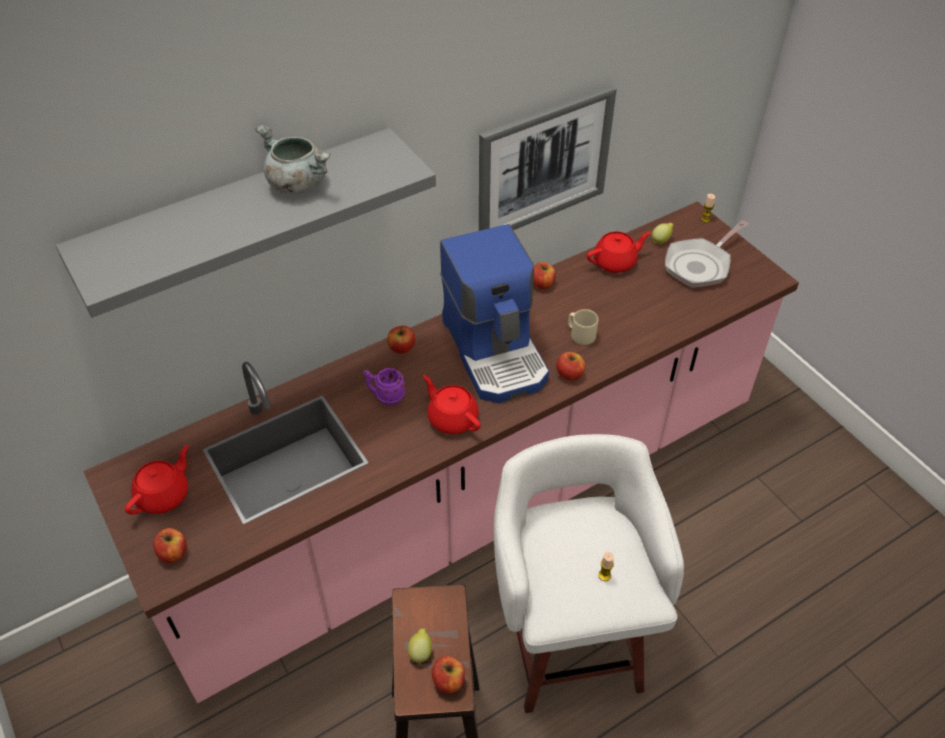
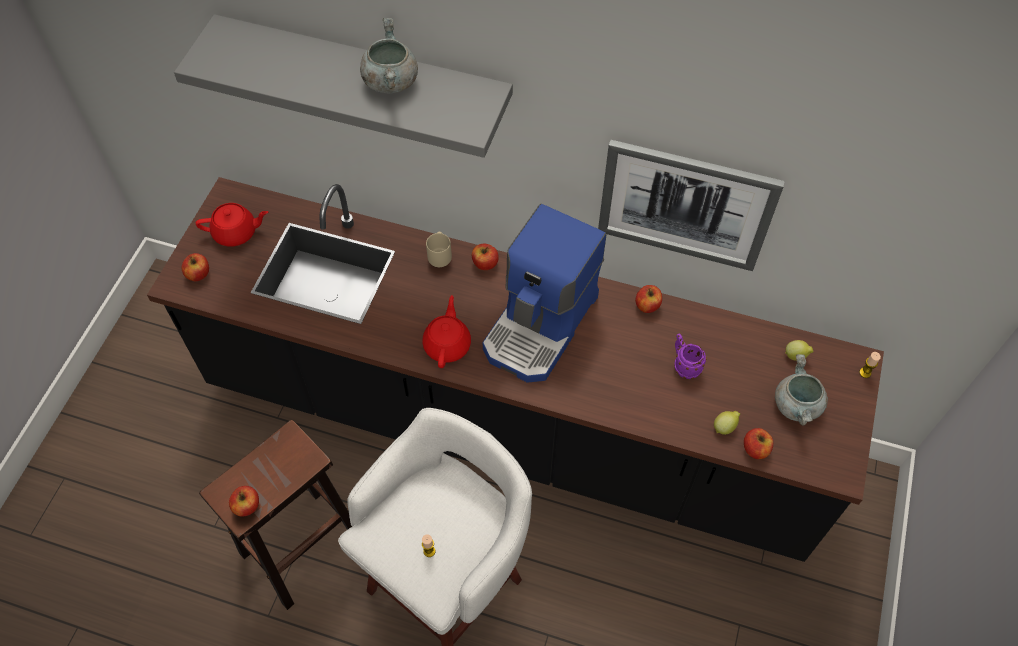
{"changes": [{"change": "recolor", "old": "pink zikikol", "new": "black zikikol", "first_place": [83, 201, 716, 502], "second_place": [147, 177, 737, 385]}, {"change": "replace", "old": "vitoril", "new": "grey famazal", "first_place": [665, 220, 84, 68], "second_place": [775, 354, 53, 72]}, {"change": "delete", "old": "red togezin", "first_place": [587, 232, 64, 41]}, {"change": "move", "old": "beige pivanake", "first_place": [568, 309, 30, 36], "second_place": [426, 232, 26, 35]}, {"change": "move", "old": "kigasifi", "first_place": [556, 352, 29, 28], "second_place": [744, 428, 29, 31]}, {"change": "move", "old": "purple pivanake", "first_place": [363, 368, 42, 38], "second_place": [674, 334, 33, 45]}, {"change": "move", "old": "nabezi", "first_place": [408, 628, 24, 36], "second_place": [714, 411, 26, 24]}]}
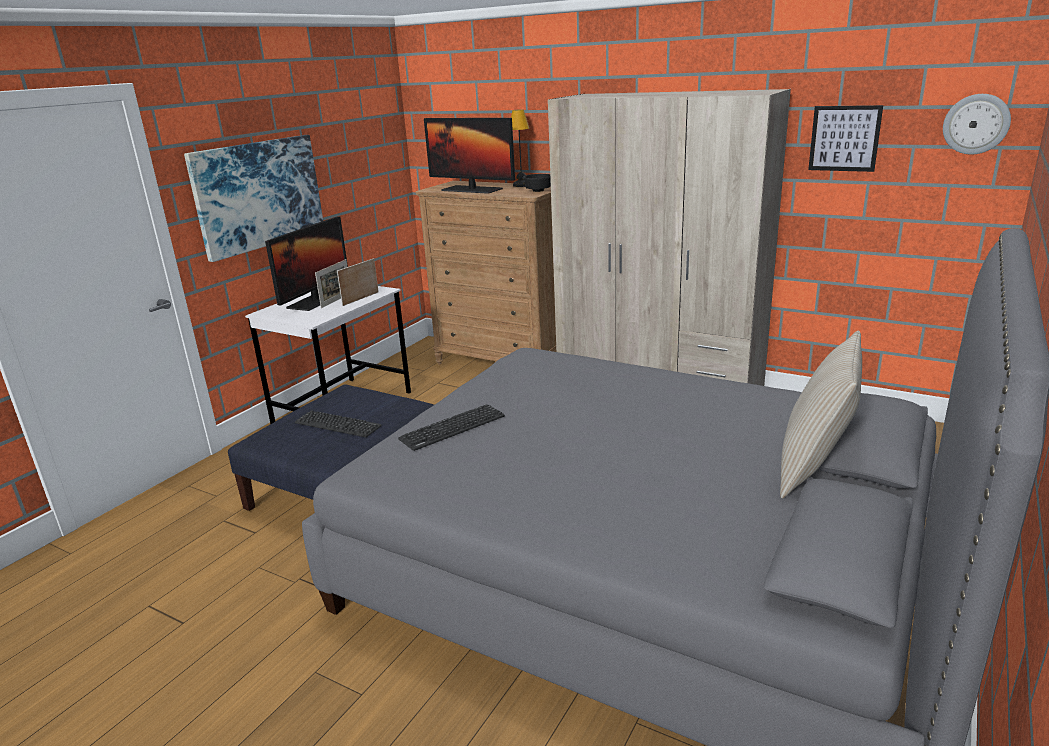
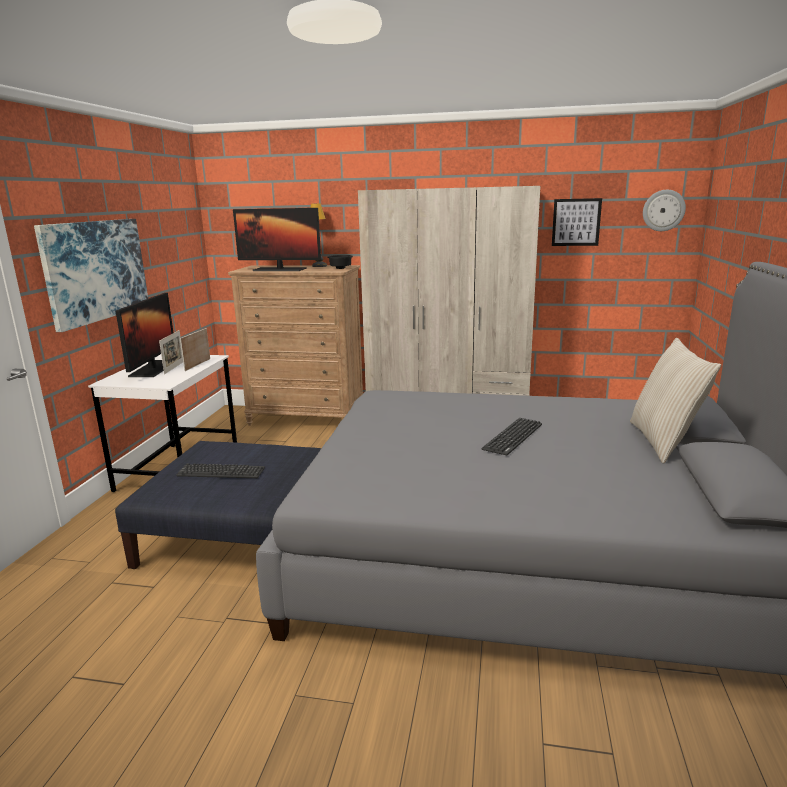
{"changes": [{"change": "move", "old": "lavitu", "first_place": [398, 404, 107, 47], "second_place": [482, 418, 60, 37]}]}
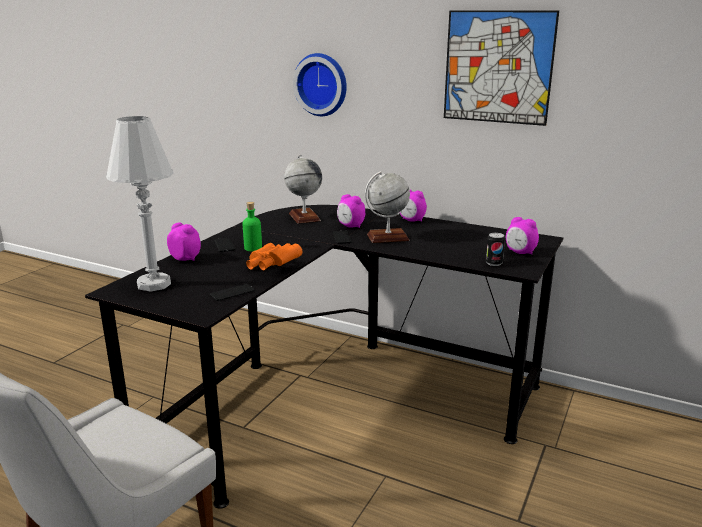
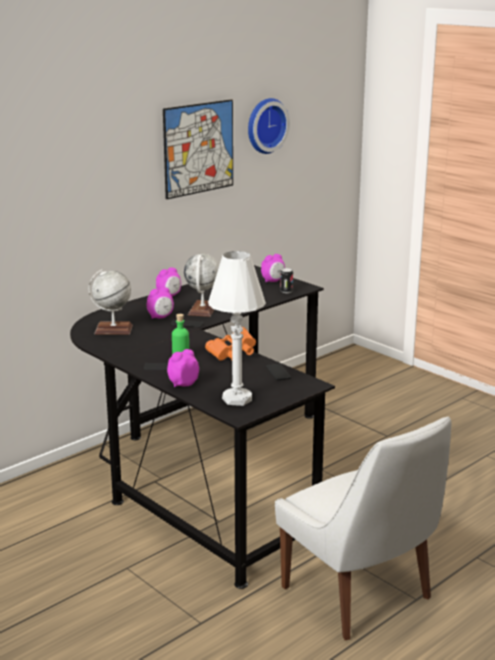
{"changes": [{"change": "move", "old": "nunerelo", "first_place": [293, 53, 54, 63], "second_place": [248, 98, 42, 56]}]}
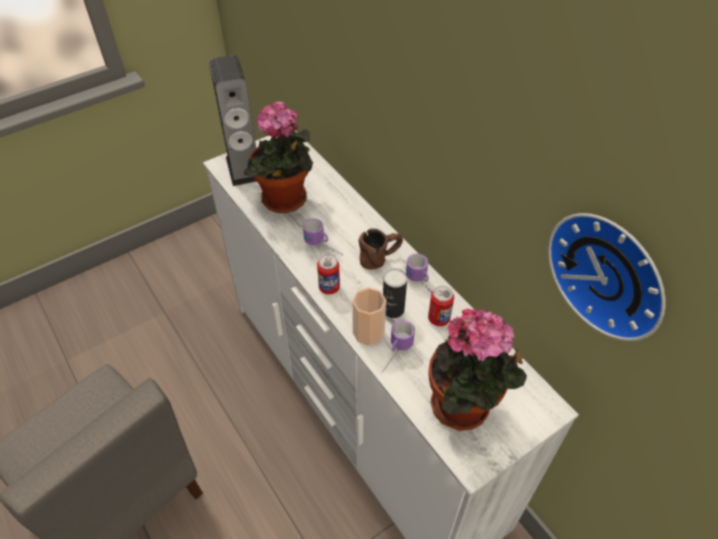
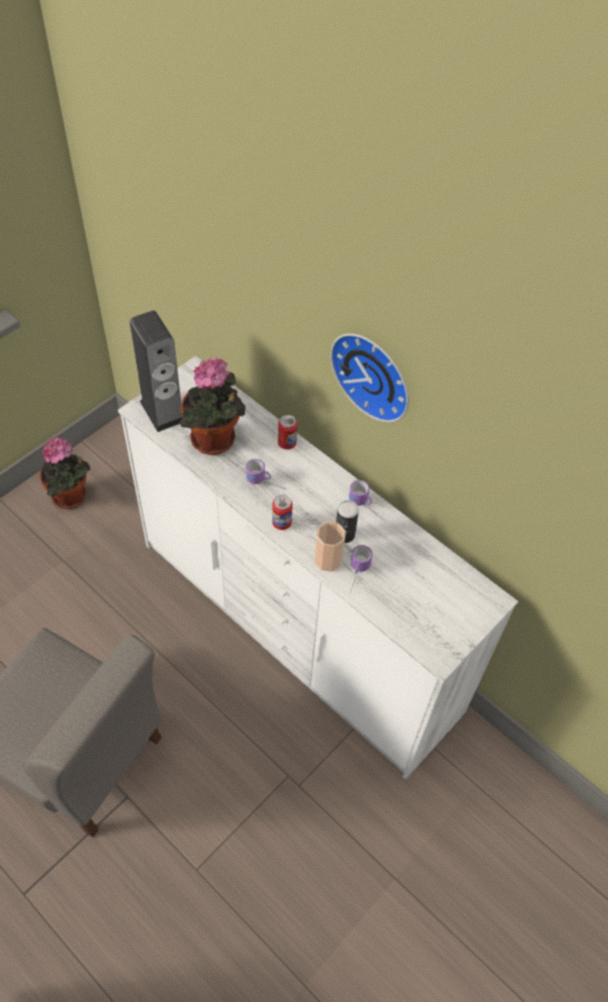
{"changes": [{"change": "move", "old": "nunerelo", "first_place": [548, 213, 118, 128], "second_place": [330, 333, 79, 90]}, {"change": "delete", "old": "brown pivanake", "first_place": [358, 228, 45, 42]}, {"change": "move", "old": "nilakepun", "first_place": [428, 286, 26, 40], "second_place": [278, 415, 19, 34]}, {"change": "move", "old": "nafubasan", "first_place": [428, 308, 99, 123], "second_place": [39, 437, 51, 72]}]}
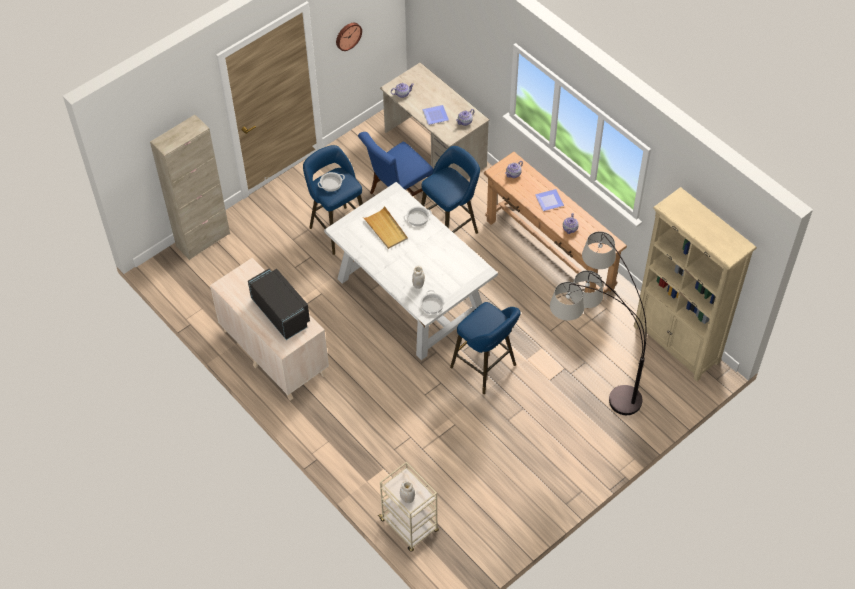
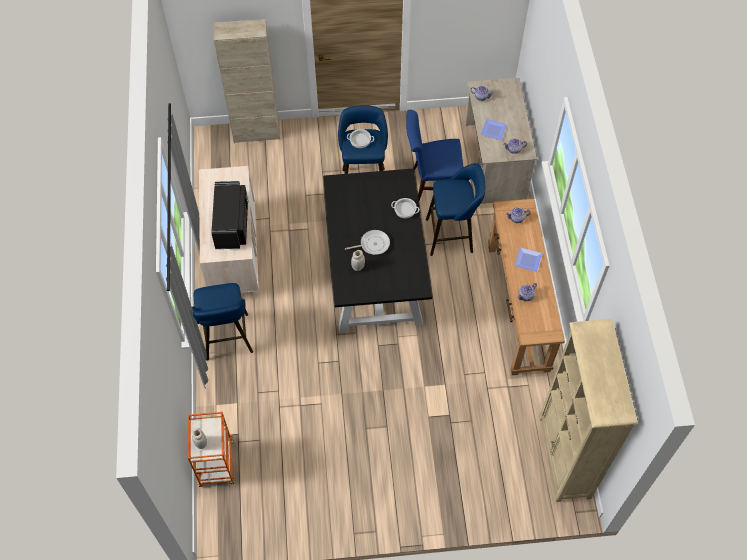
{"changes": [{"change": "delete", "old": "nunerelo", "first_place": [336, 23, 26, 28]}, {"change": "recolor", "old": "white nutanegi", "new": "black nutanegi", "first_place": [324, 182, 174, 178], "second_place": [323, 168, 109, 164]}, {"change": "delete", "old": "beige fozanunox", "first_place": [364, 206, 44, 43]}, {"change": "delete", "old": "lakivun", "first_place": [550, 231, 97, 184]}, {"change": "delete", "old": "famazal", "first_place": [420, 290, 24, 25]}, {"change": "move", "old": "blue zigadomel", "first_place": [450, 302, 71, 92], "second_place": [192, 283, 61, 77]}, {"change": "recolor", "old": "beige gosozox", "new": "orange gosozox", "first_place": [378, 462, 61, 90], "second_place": [188, 412, 47, 75]}, {"change": "insert", "new": "vitoril", "second_place": [345, 230, 45, 25]}]}
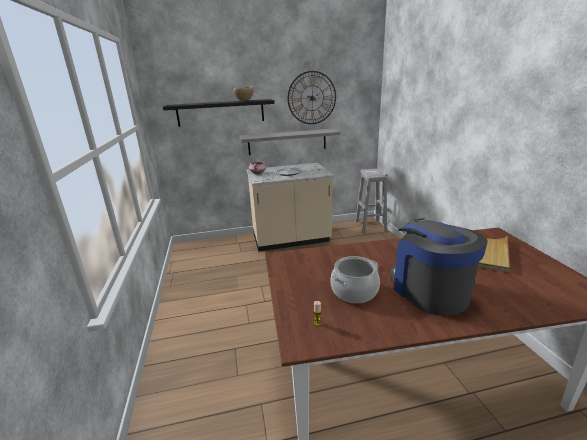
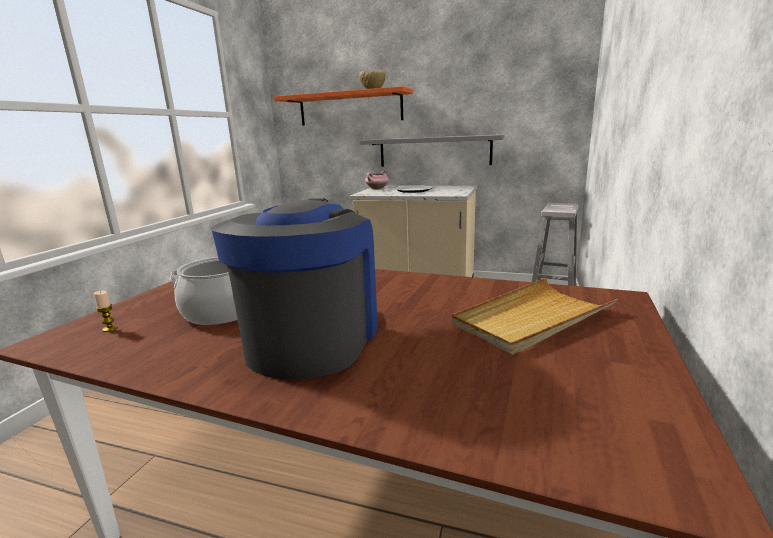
{"changes": [{"change": "delete", "old": "nunerelo", "first_place": [288, 71, 48, 53]}, {"change": "recolor", "old": "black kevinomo", "new": "orange kevinomo", "first_place": [163, 99, 112, 28], "second_place": [274, 86, 139, 39]}]}
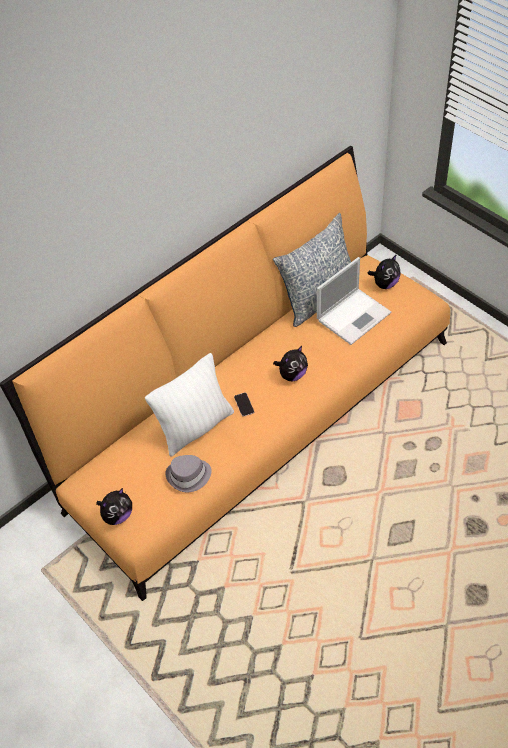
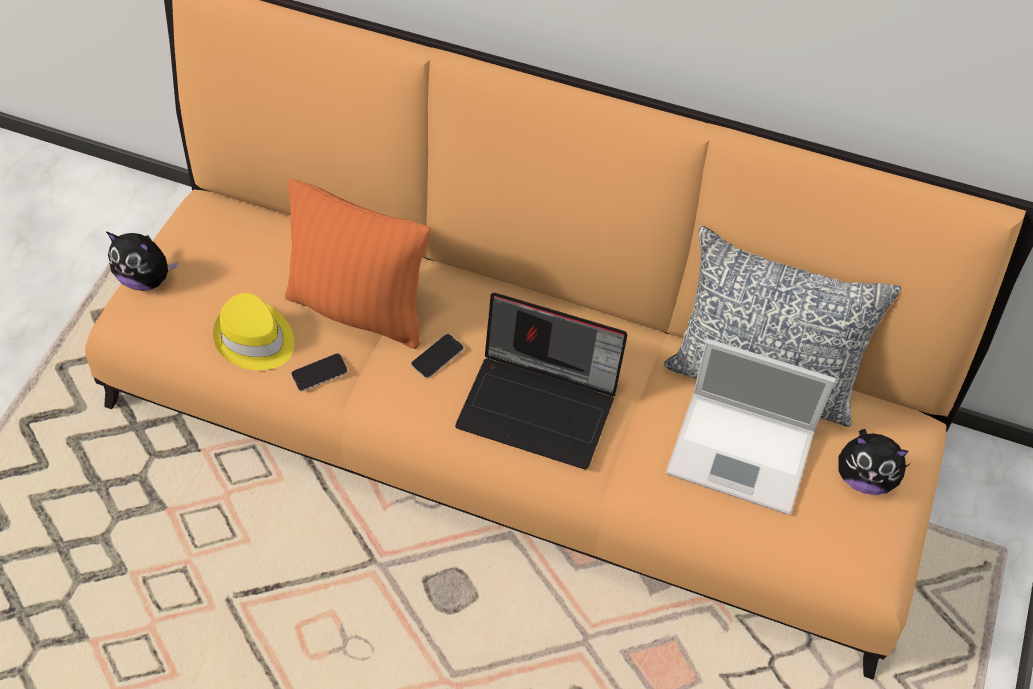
{"changes": [{"change": "replace", "old": "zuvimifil", "new": "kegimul", "first_place": [273, 346, 35, 35], "second_place": [455, 293, 172, 176]}, {"change": "recolor", "old": "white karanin", "new": "orange karanin", "first_place": [145, 353, 89, 104], "second_place": [285, 178, 145, 171]}, {"change": "recolor", "old": "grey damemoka", "new": "yellow damemoka", "first_place": [165, 455, 47, 37], "second_place": [213, 293, 82, 77]}, {"change": "insert", "new": "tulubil", "second_place": [291, 353, 57, 39]}]}
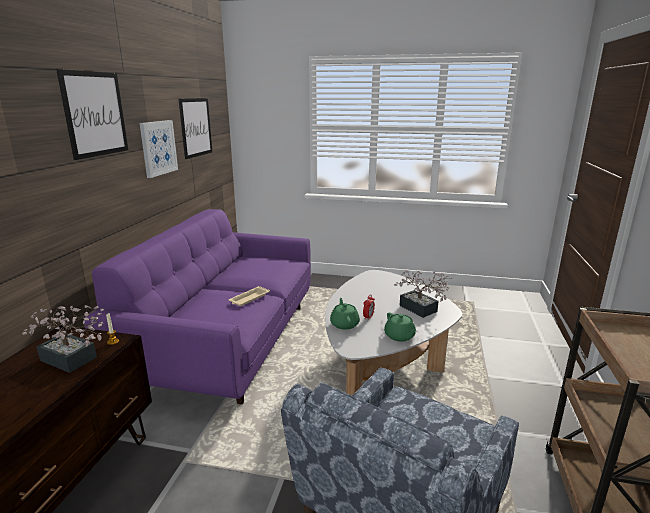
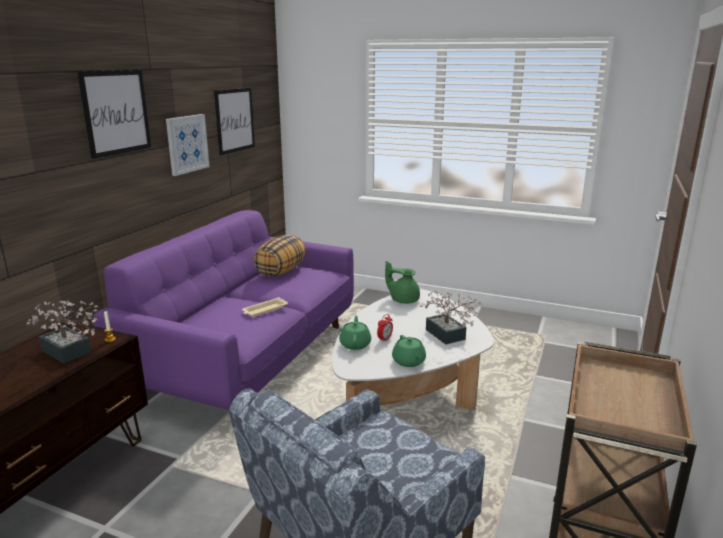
{"changes": [{"change": "insert", "new": "karanin", "second_place": [254, 235, 52, 41]}, {"change": "insert", "new": "green togezin", "second_place": [385, 261, 35, 43]}]}
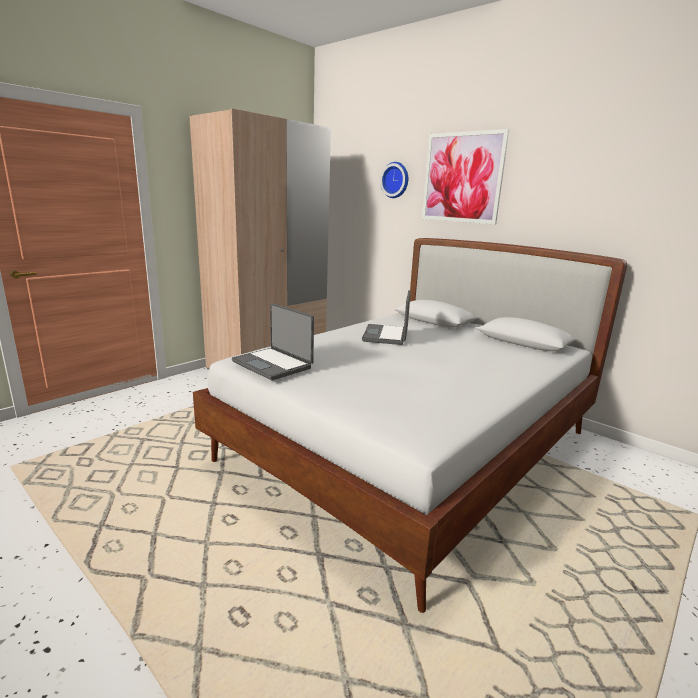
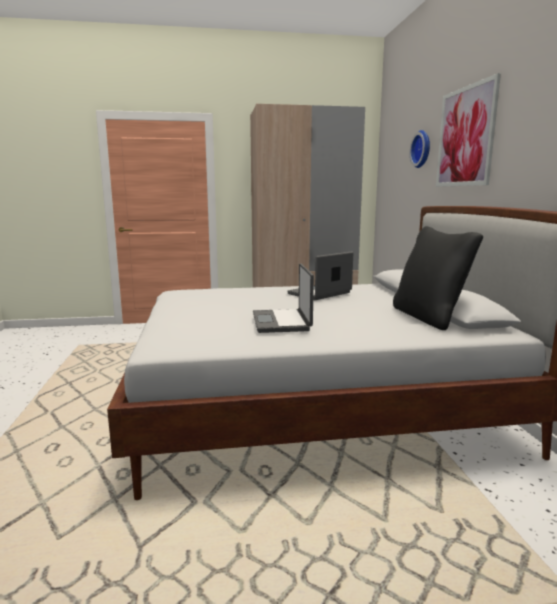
{"changes": [{"change": "move", "old": "kegimul", "first_place": [232, 303, 82, 77], "second_place": [253, 264, 61, 69]}, {"change": "insert", "new": "black karanin", "second_place": [393, 226, 90, 104]}]}
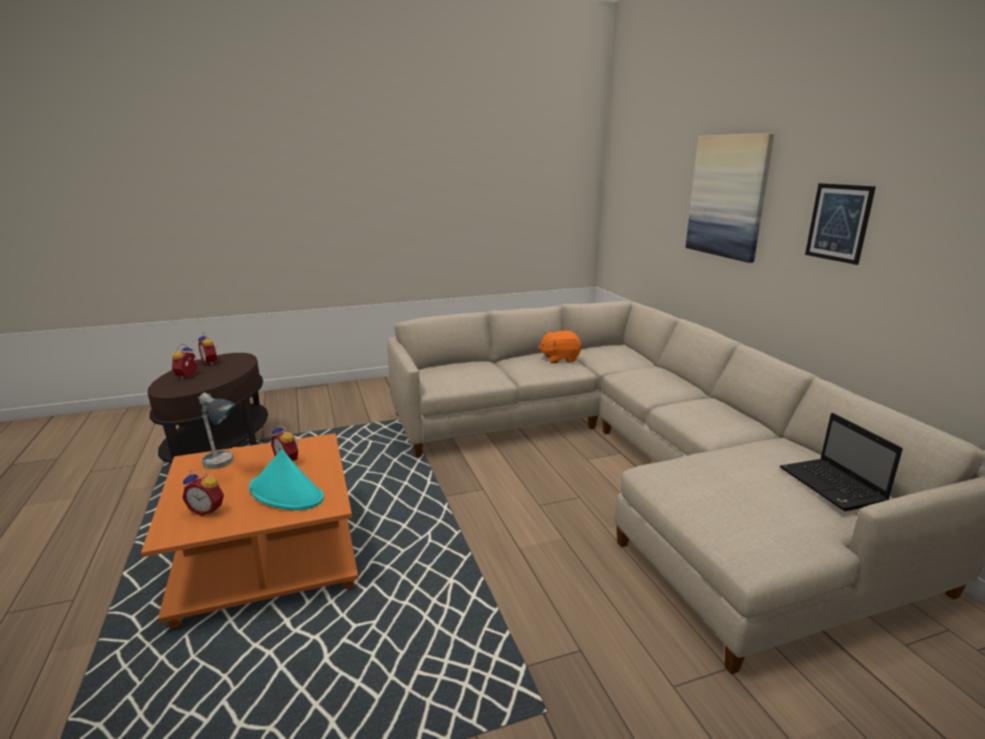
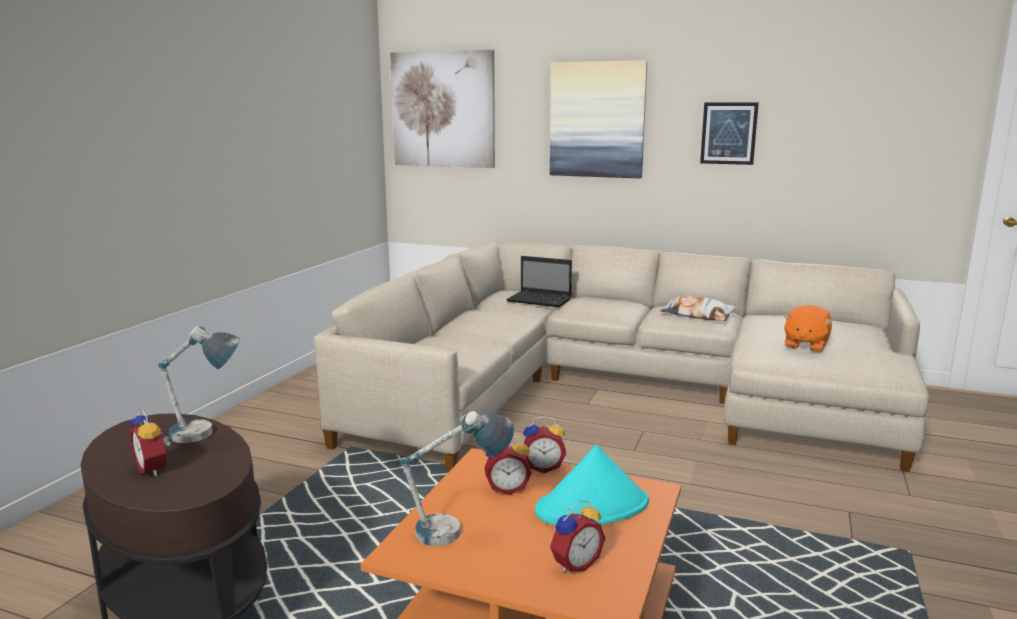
{"changes": [{"change": "move", "old": "orange zuvimifil", "first_place": [538, 331, 43, 32], "second_place": [783, 305, 49, 47]}, {"change": "move", "old": "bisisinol", "first_place": [198, 332, 20, 33], "second_place": [523, 416, 43, 57]}, {"change": "move", "old": "kegimul", "first_place": [780, 413, 123, 98], "second_place": [506, 256, 66, 51]}, {"change": "insert", "new": "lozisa", "second_place": [390, 50, 105, 118]}, {"change": "insert", "new": "karanin", "second_place": [660, 296, 77, 25]}, {"change": "insert", "new": "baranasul", "second_place": [158, 326, 82, 117]}]}
